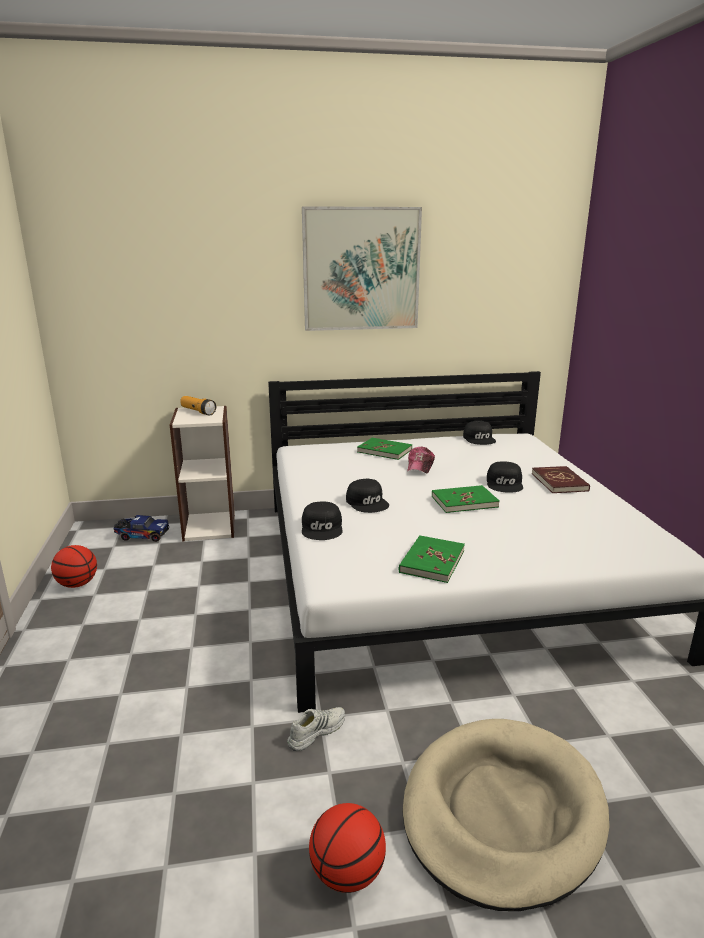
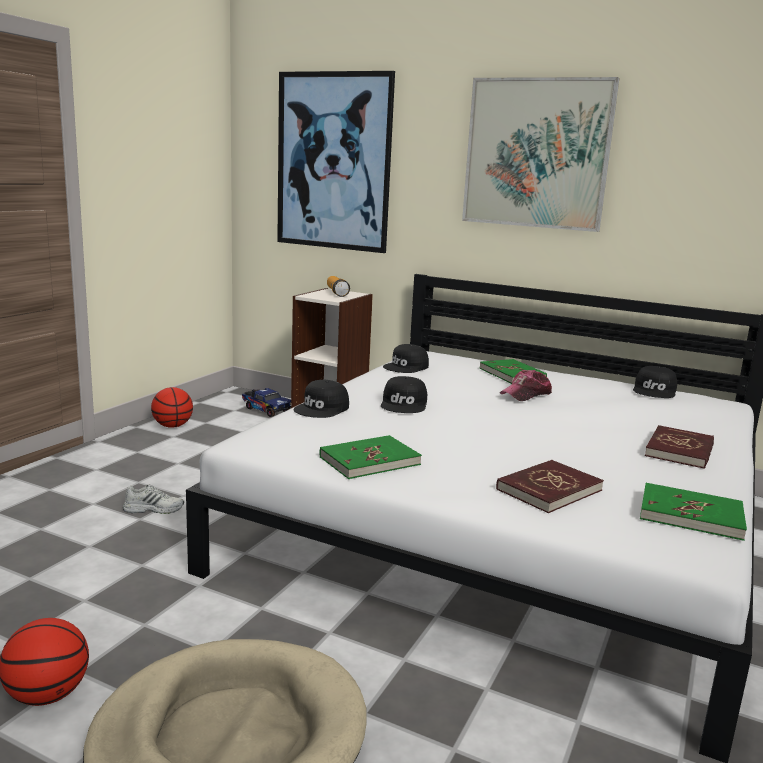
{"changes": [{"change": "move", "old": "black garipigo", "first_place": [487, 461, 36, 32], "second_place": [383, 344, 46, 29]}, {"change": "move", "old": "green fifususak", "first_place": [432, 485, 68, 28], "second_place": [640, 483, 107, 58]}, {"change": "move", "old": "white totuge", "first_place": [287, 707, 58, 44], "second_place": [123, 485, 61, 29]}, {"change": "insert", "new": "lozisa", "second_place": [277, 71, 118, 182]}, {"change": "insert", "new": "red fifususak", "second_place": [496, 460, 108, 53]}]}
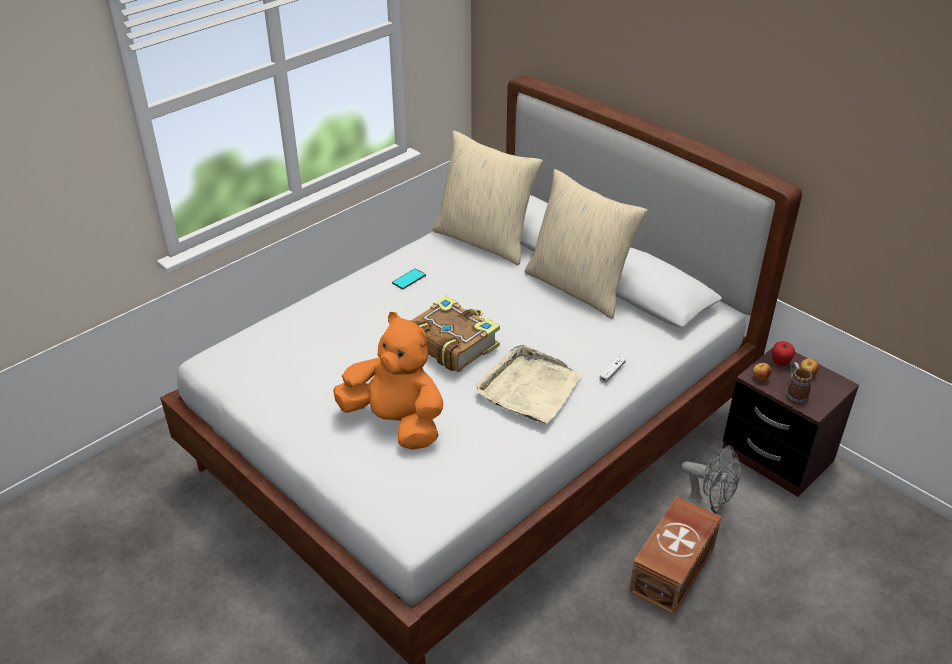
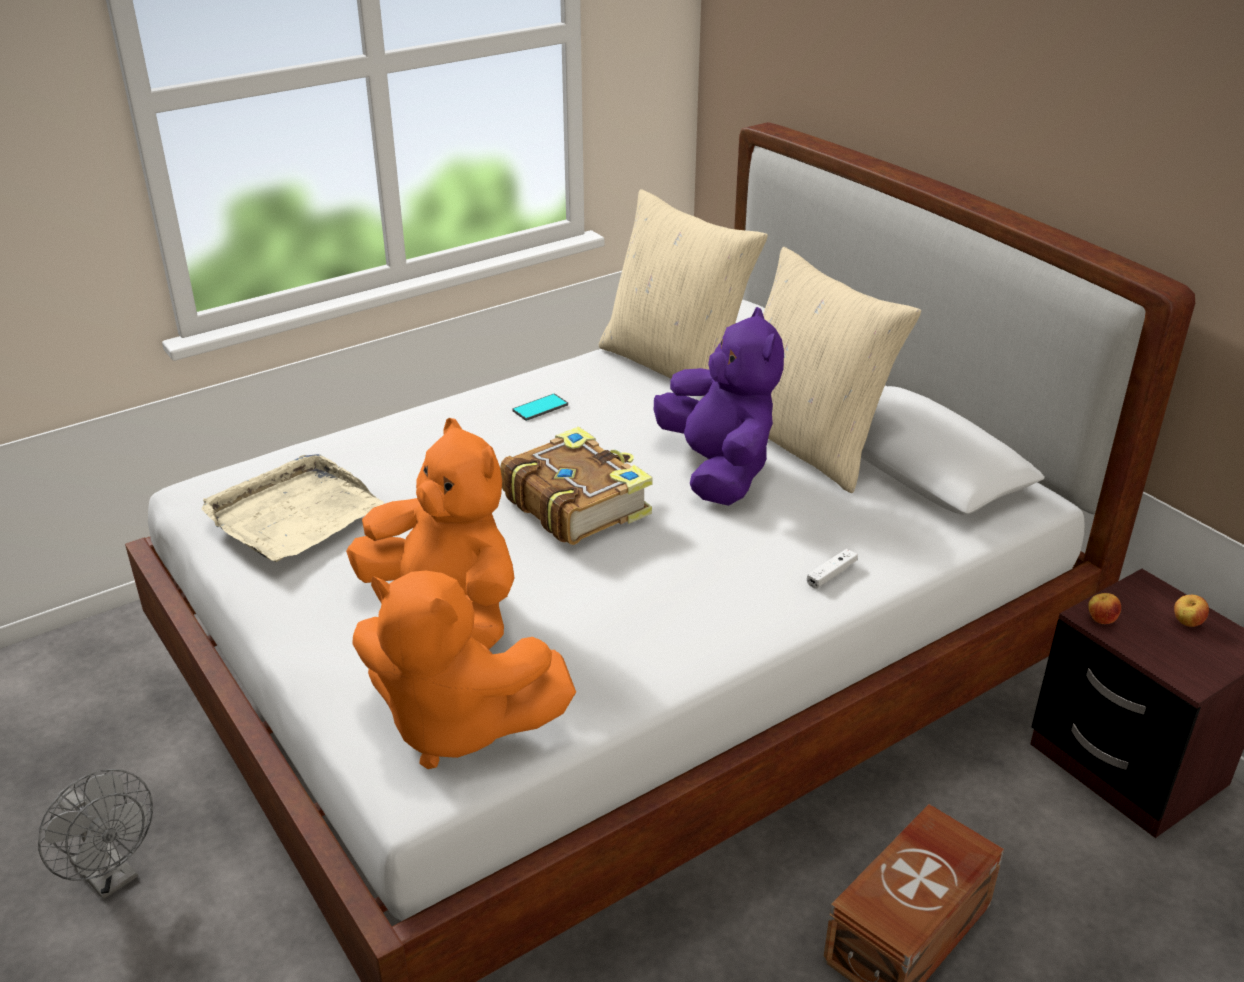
{"changes": [{"change": "delete", "old": "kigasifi", "first_place": [772, 341, 23, 25]}, {"change": "move", "old": "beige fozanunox", "first_place": [475, 345, 107, 78], "second_place": [201, 454, 183, 108]}, {"change": "delete", "old": "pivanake", "first_place": [786, 362, 27, 42]}, {"change": "move", "old": "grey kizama", "first_place": [681, 446, 60, 68], "second_place": [38, 769, 115, 130]}, {"change": "insert", "new": "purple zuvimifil", "second_place": [654, 307, 130, 199]}, {"change": "insert", "new": "orange zuvimifil", "second_place": [352, 571, 224, 198]}]}
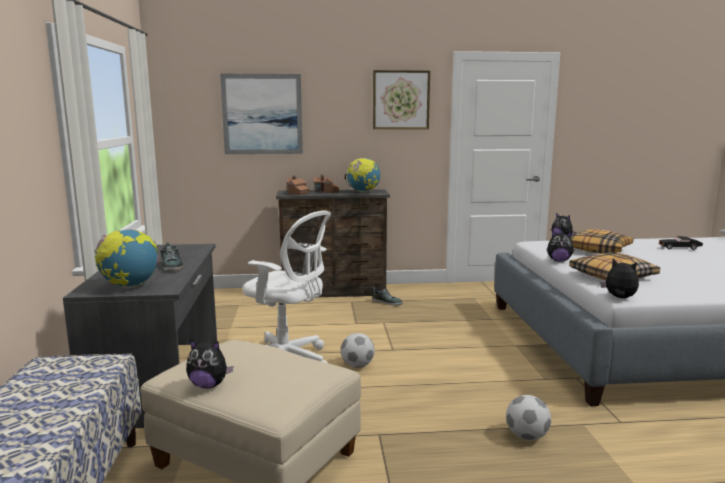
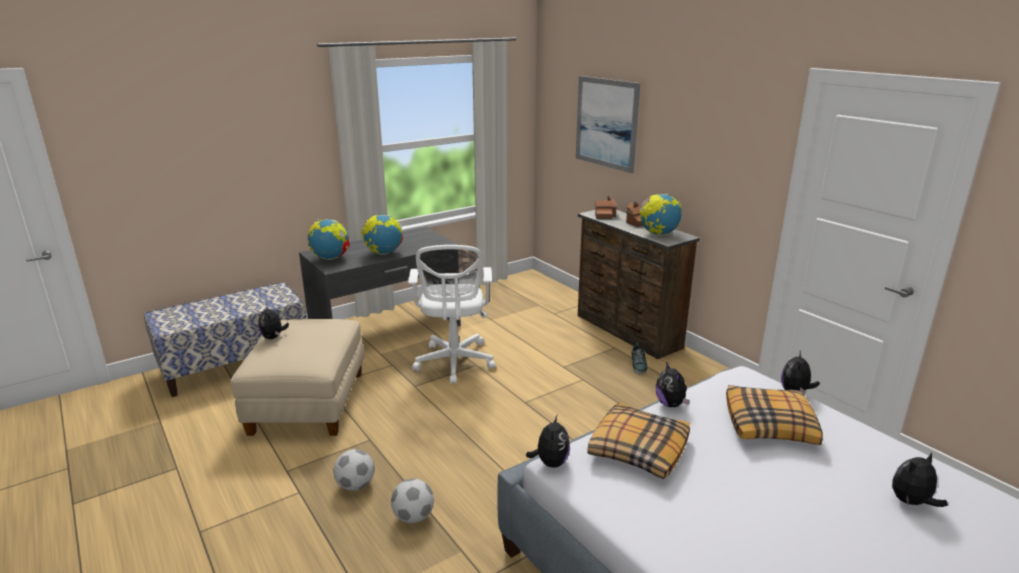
{"changes": [{"change": "delete", "old": "lozisa", "first_place": [373, 70, 57, 59]}, {"change": "replace", "old": "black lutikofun", "new": "zuvimifil", "first_place": [659, 236, 44, 14], "second_place": [892, 452, 56, 55]}, {"change": "replace", "old": "totuge", "new": "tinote", "first_place": [161, 242, 22, 30], "second_place": [361, 215, 42, 40]}, {"change": "move", "old": "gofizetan", "first_place": [341, 333, 34, 35], "second_place": [334, 449, 41, 42]}]}
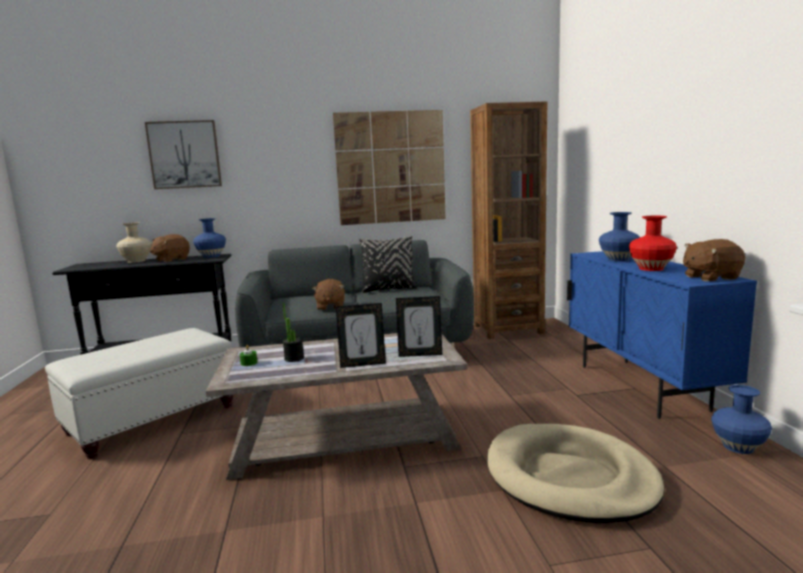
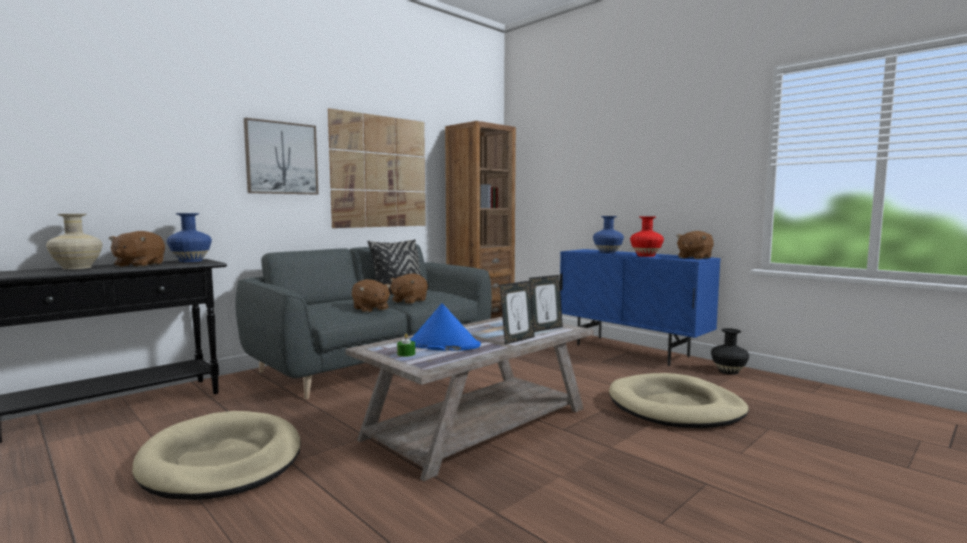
{"changes": [{"change": "move", "old": "lozisa", "first_place": [145, 120, 77, 69], "second_place": [244, 118, 74, 76]}, {"change": "replace", "old": "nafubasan", "new": "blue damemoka", "first_place": [283, 303, 21, 59], "second_place": [410, 303, 71, 48]}, {"change": "replace", "old": "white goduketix", "new": "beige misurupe", "first_place": [45, 328, 188, 131], "second_place": [132, 411, 169, 89]}, {"change": "recolor", "old": "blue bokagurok", "new": "black bokagurok", "first_place": [711, 385, 61, 69], "second_place": [711, 328, 38, 47]}, {"change": "insert", "new": "brown zuvimifil", "second_place": [390, 274, 38, 30]}]}
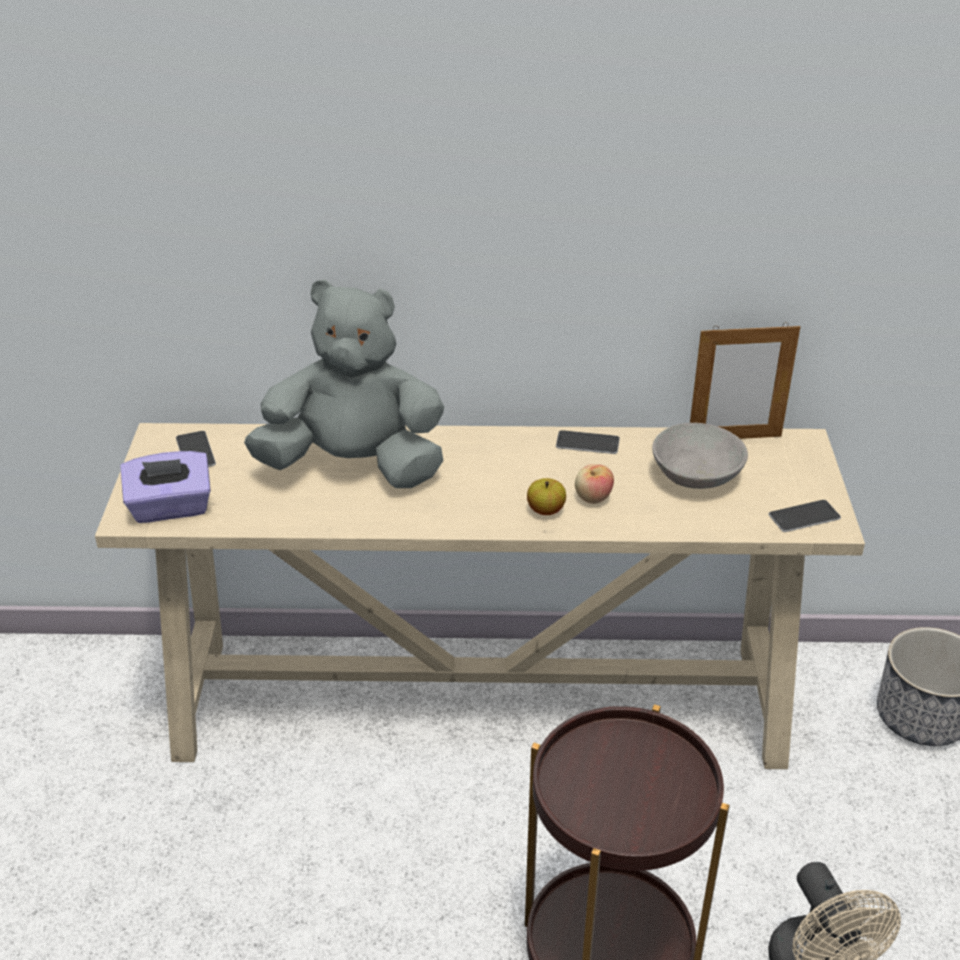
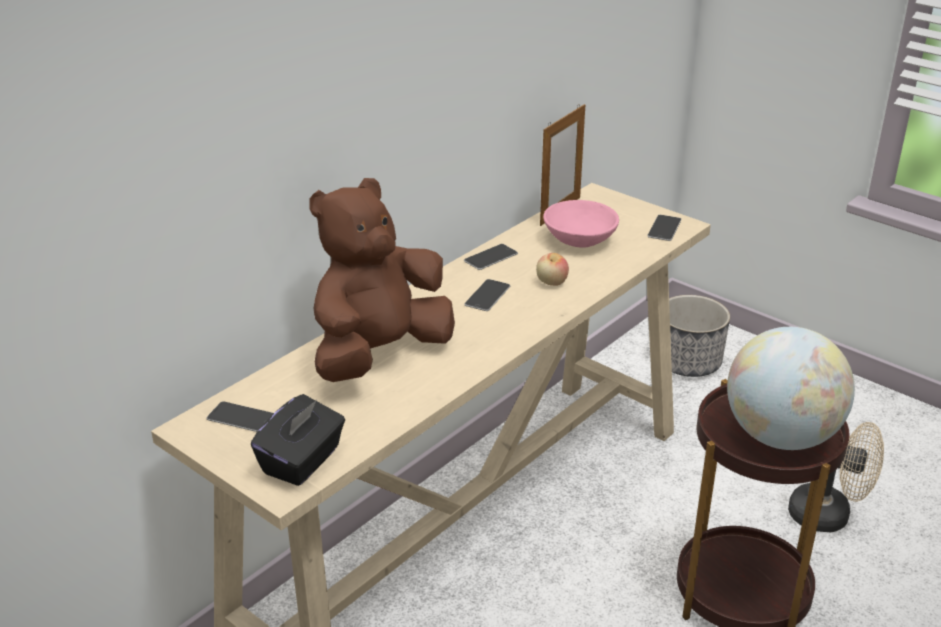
{"changes": [{"change": "recolor", "old": "grey zuvimifil", "new": "brown zuvimifil", "first_place": [244, 279, 200, 209], "second_place": [309, 178, 146, 204]}, {"change": "recolor", "old": "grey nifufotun", "new": "pink nifufotun", "first_place": [652, 423, 96, 66], "second_place": [543, 200, 76, 48]}, {"change": "recolor", "old": "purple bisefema", "new": "black bisefema", "first_place": [120, 451, 91, 72], "second_place": [251, 394, 94, 92]}, {"change": "delete", "old": "kigasifi", "first_place": [527, 478, 39, 37]}, {"change": "insert", "new": "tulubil", "second_place": [464, 279, 46, 32]}, {"change": "insert", "new": "tinote", "second_place": [727, 327, 128, 123]}]}
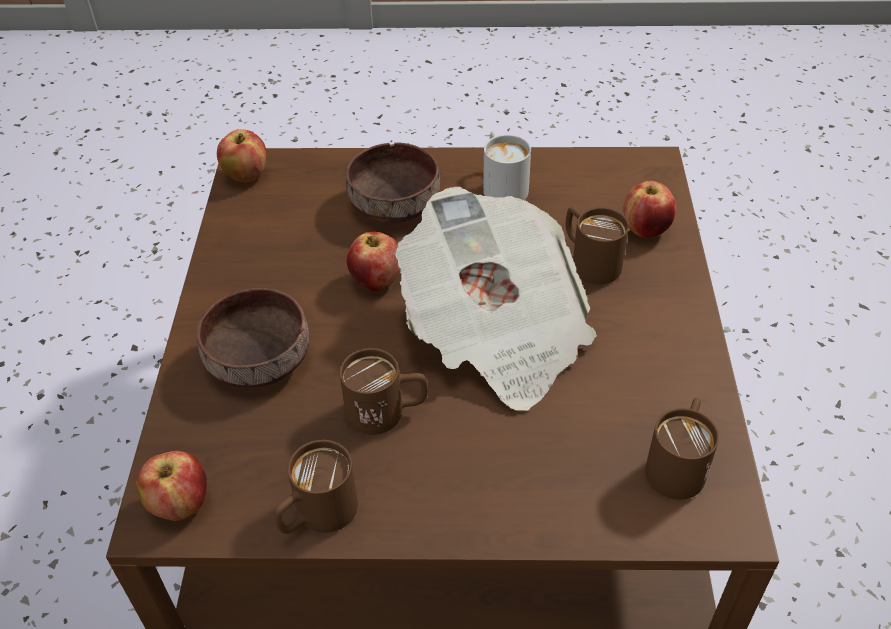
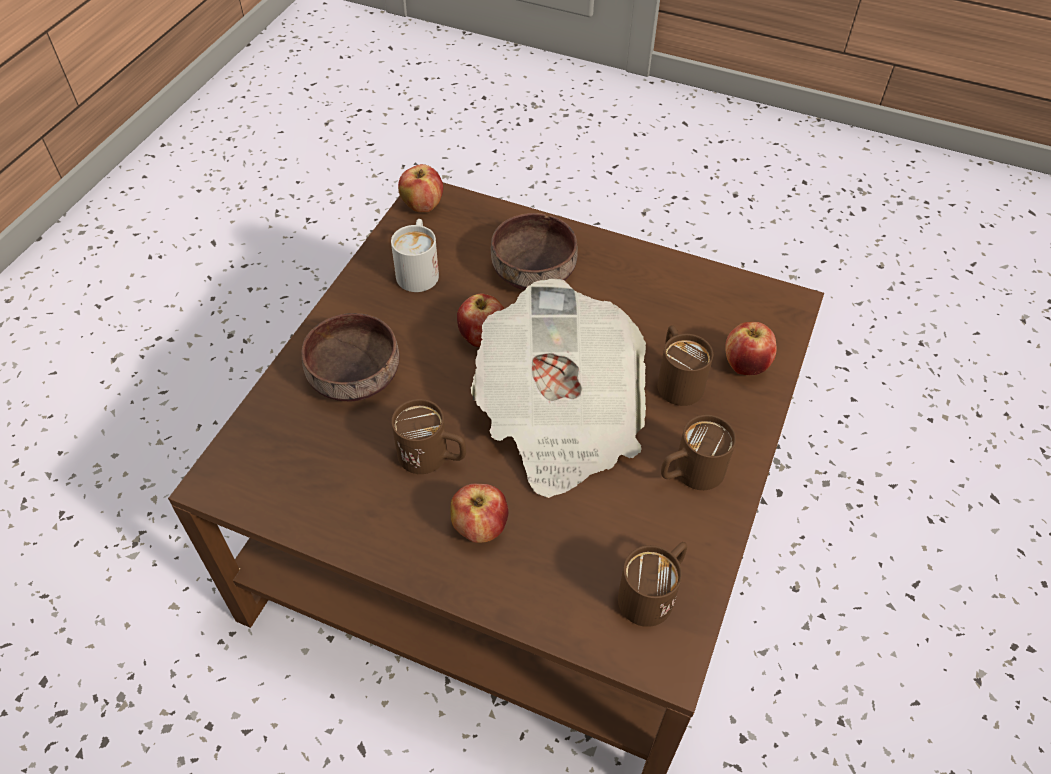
{"changes": [{"change": "move", "old": "white pivanake", "first_place": [483, 131, 48, 69], "second_place": [391, 219, 48, 73]}, {"change": "move", "old": "brown pivanake", "first_place": [274, 440, 84, 94], "second_place": [661, 415, 75, 75]}, {"change": "move", "old": "kigasifi", "first_place": [136, 451, 71, 70], "second_place": [450, 484, 59, 59]}]}
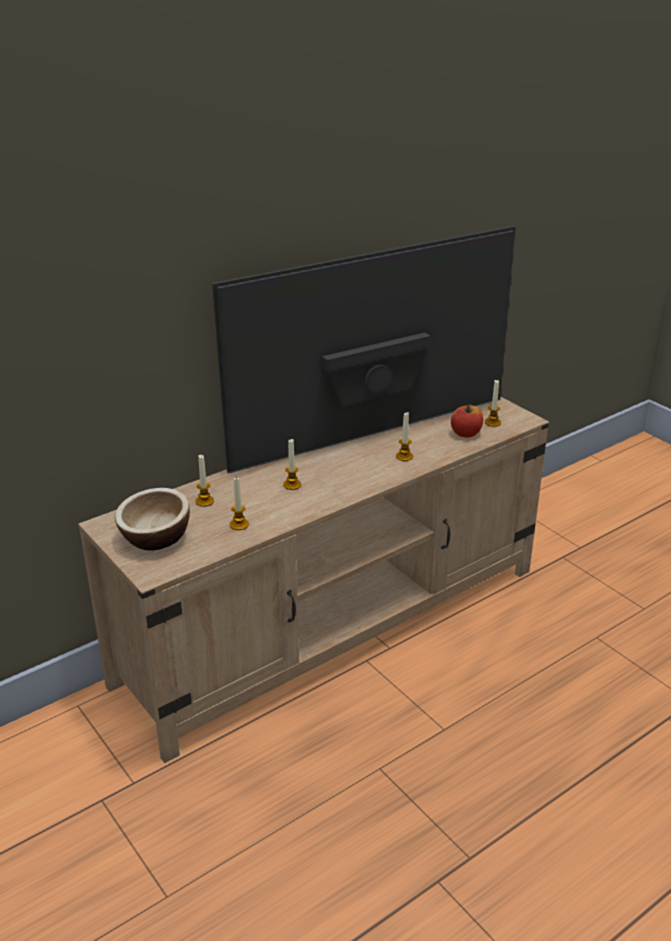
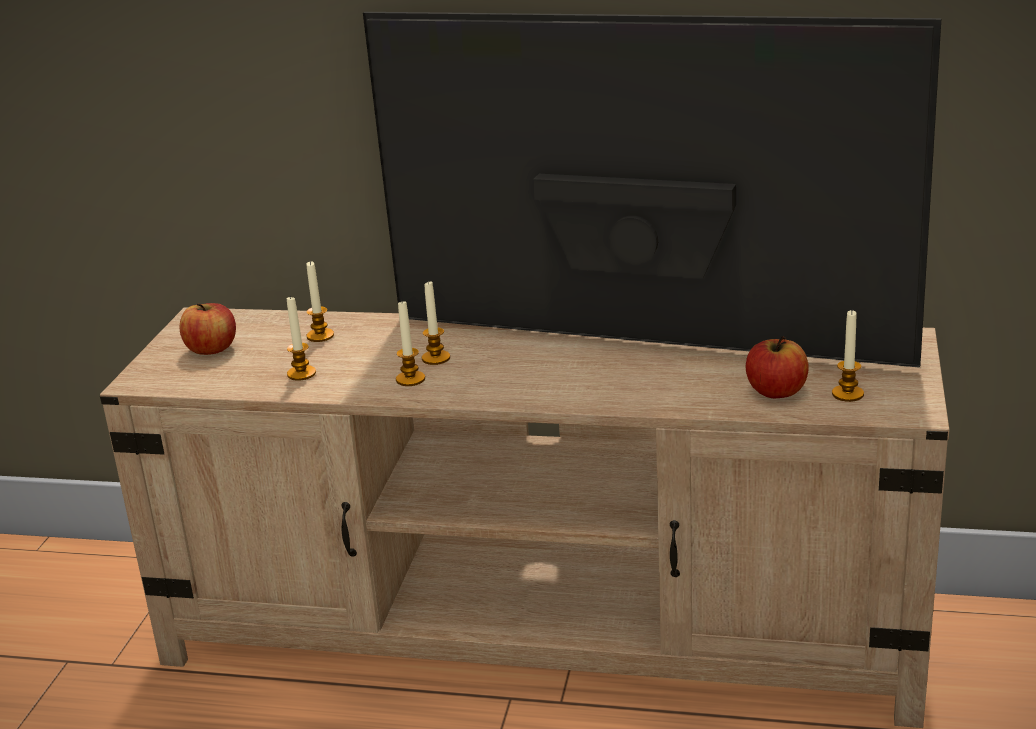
{"changes": [{"change": "move", "old": "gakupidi", "first_place": [396, 412, 17, 49], "second_place": [396, 302, 29, 84]}, {"change": "replace", "old": "nifufotun", "new": "kigasifi", "first_place": [115, 488, 75, 62], "second_place": [179, 303, 57, 52]}]}
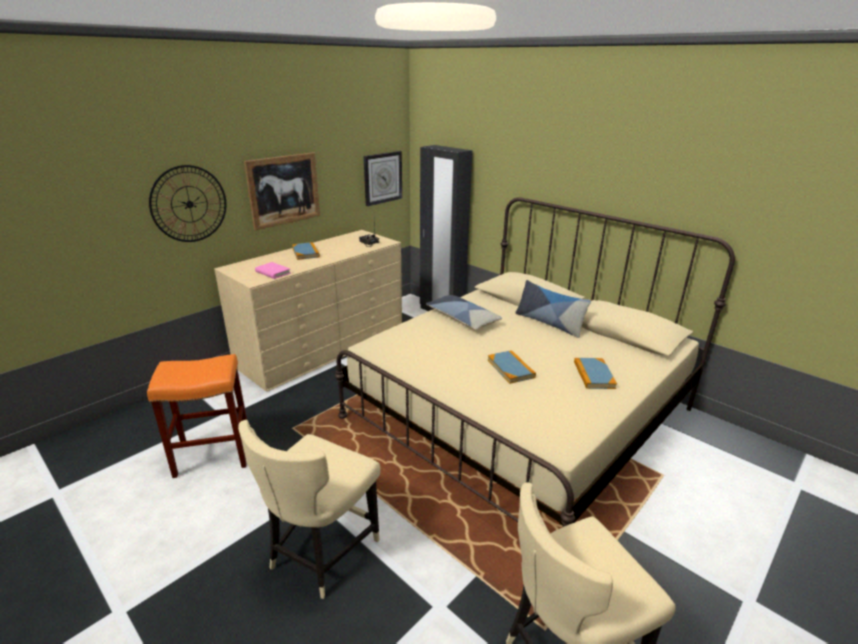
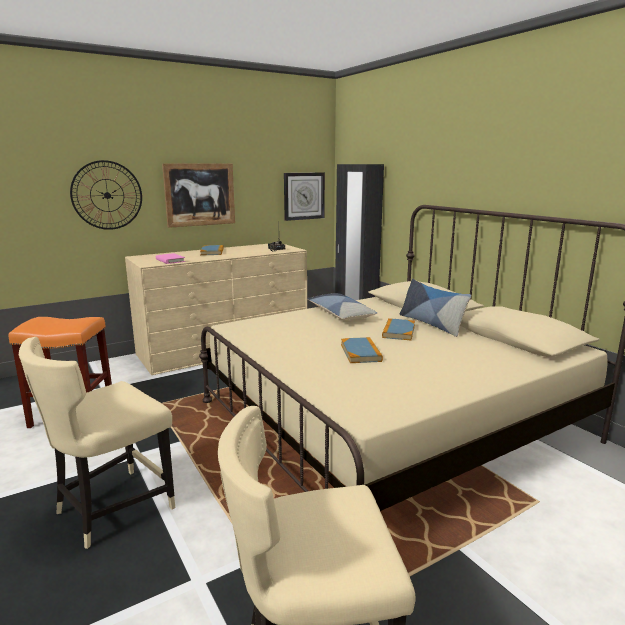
{"changes": [{"change": "move", "old": "fifususak", "first_place": [574, 358, 43, 31], "second_place": [382, 318, 33, 22]}]}
